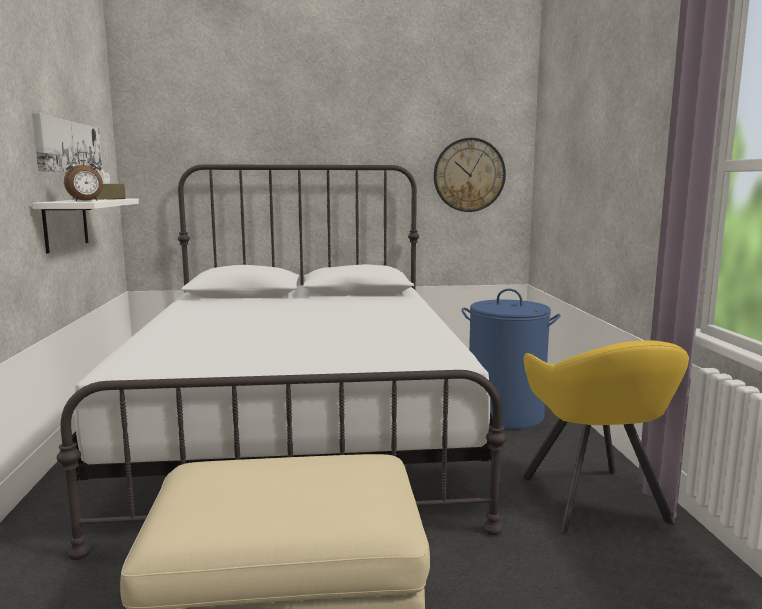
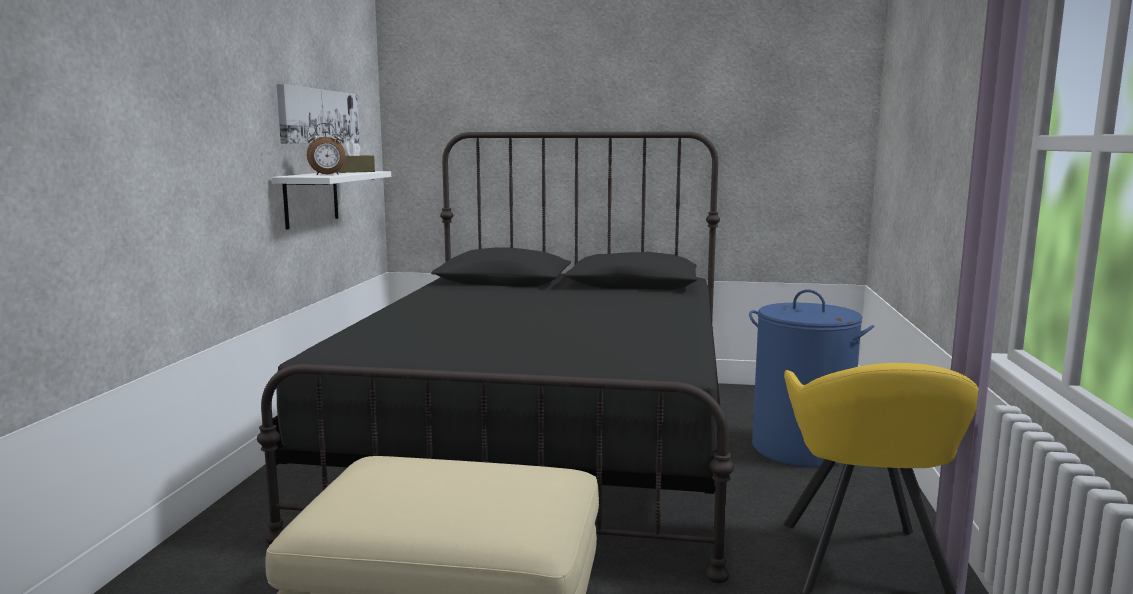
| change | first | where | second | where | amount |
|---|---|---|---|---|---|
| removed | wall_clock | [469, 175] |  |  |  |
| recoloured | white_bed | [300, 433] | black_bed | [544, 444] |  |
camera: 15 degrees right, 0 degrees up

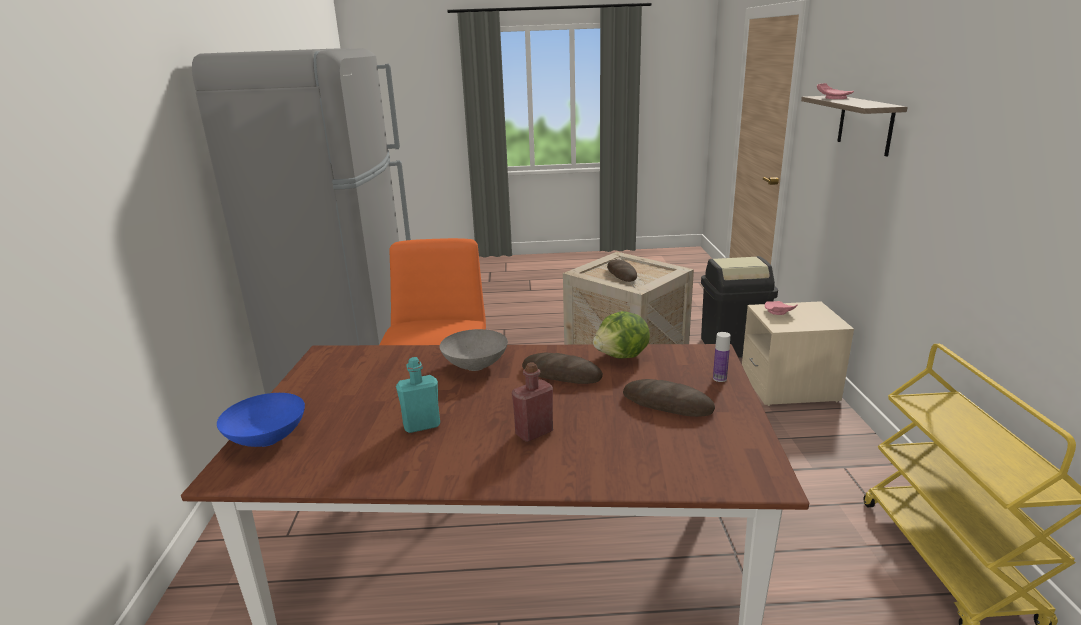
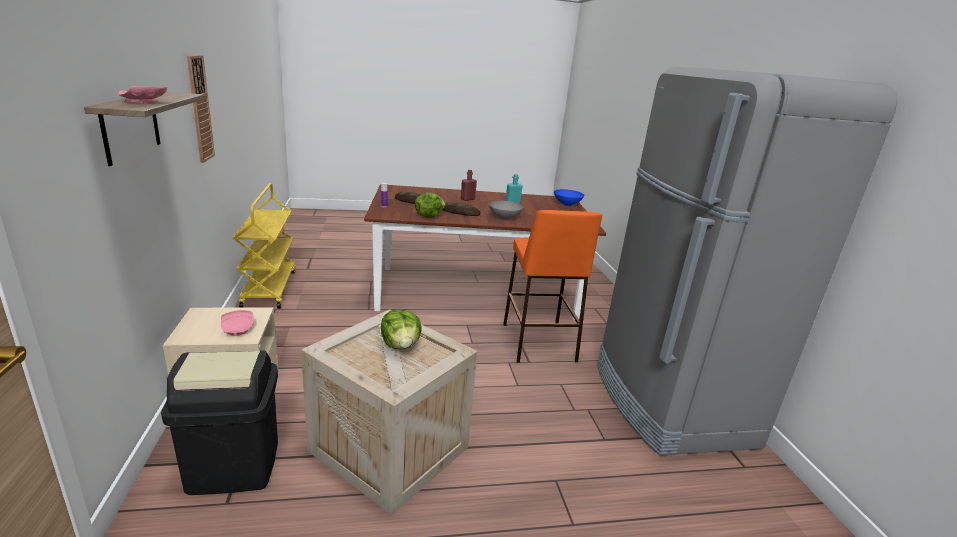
| change | first | where | second | where | amount |
|---|---|---|---|---|---|
| added |  |  | wall_clock | [200, 109] |  |
| replaced | bread | [621, 274] | lettuce | [401, 345] |  |
camera: 170 degrees right, 0 degrees up

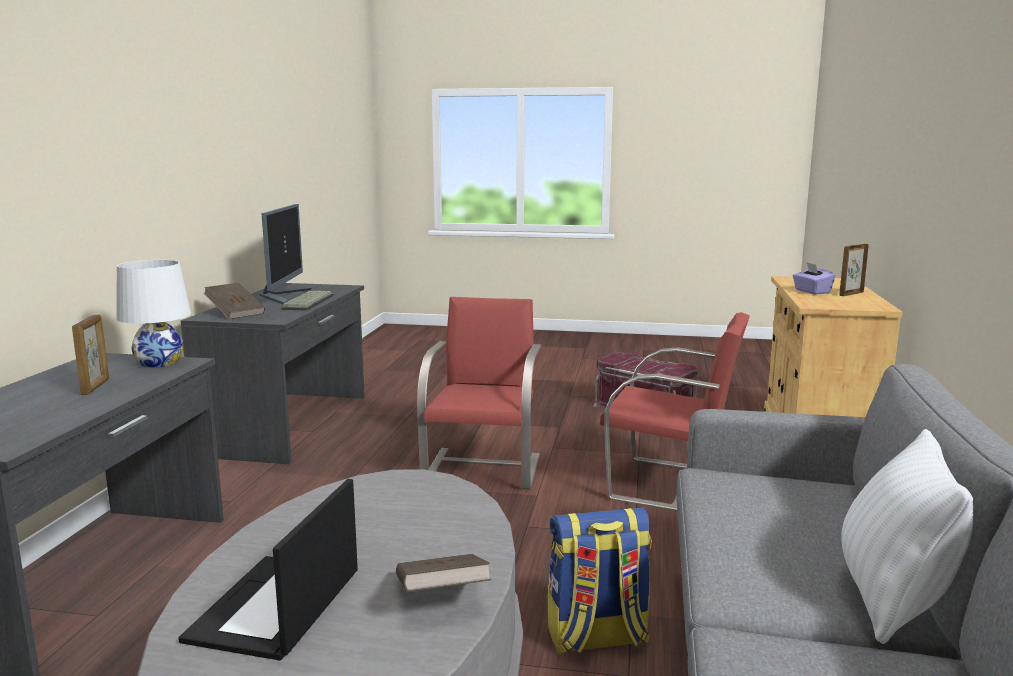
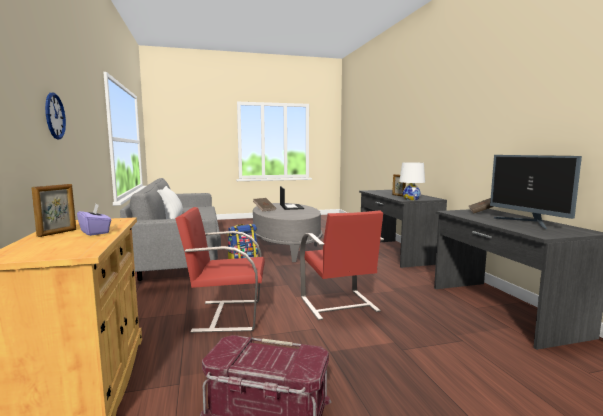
| change | first | where | second | where | amount |
|---|---|---|---|---|---|
| removed | keyboard | [307, 302] |  |  |  |
| added |  |  | wall_clock | [54, 116] |  |
camera: 155 degrees right, 5 degrees down

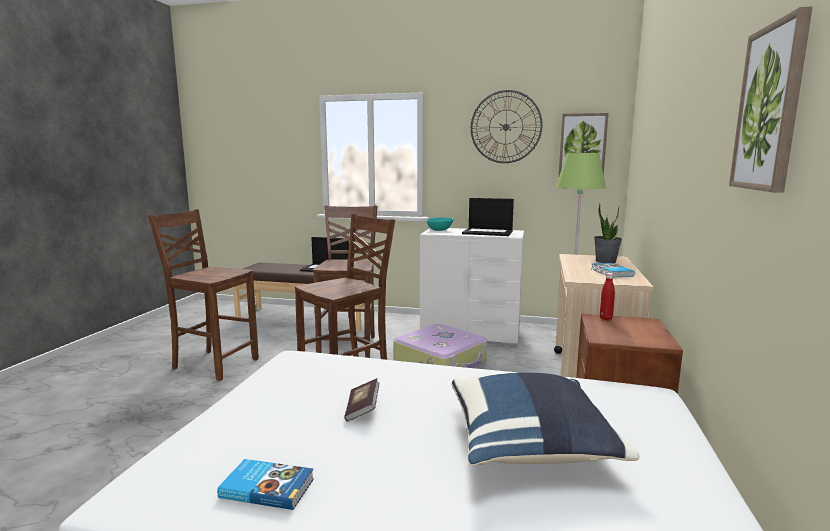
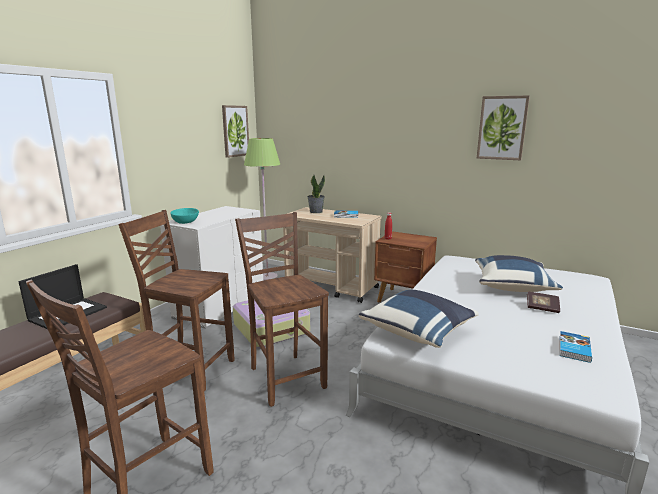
| change | first | where | second | where | amount |
|---|---|---|---|---|---|
| removed | laptop | [488, 232] |  |  |  |
| removed | wall_clock | [505, 127] |  |  |  |
| added |  |  | blue_pillow | [418, 332] |  |
| moved | book | [362, 409] |  | [542, 308] |  |
camera: 75 degrees left, 5 degrees up

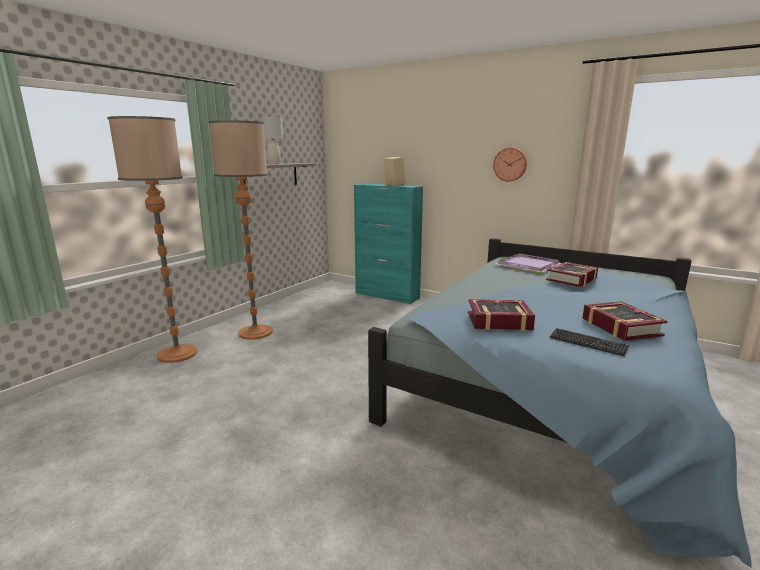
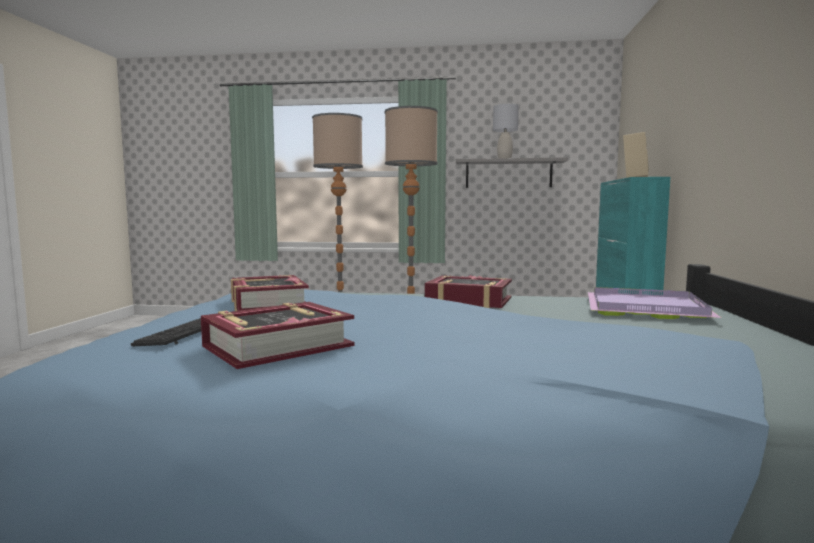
| change | first | where | second | where | amount |
|---|---|---|---|---|---|
| removed | wall_clock | [510, 164] |  |  |  |
| moved | book | [572, 279] |  | [468, 301] |  |
camera: 65 degrees right, 10 degrees down

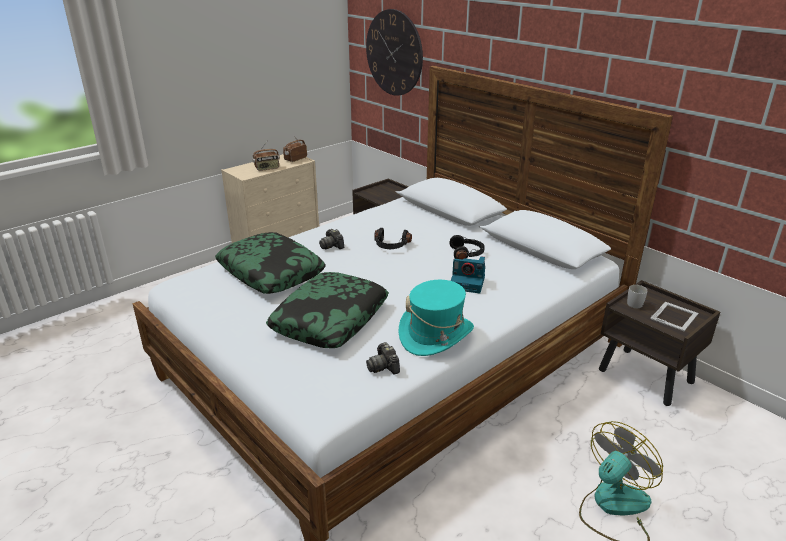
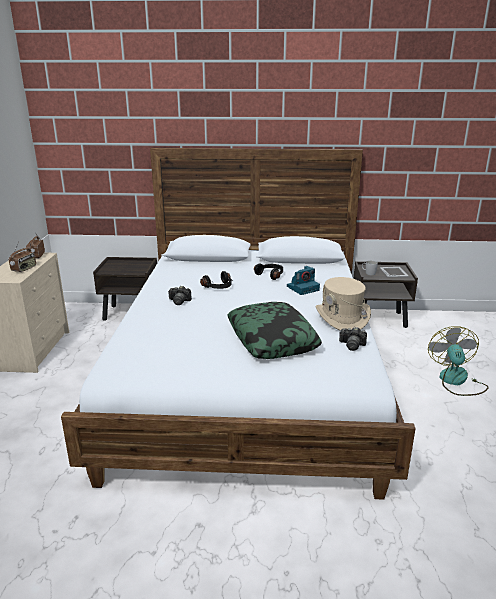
| change | first | where | second | where | amount |
|---|---|---|---|---|---|
| removed | pillow | [271, 272] |  |  |  |
| removed | wall_clock | [394, 53] |  |  |  |
| recoloured | turquoise_hat | [436, 335] | beige_hat | [342, 318] |  |
camera: 45 degrees left, 5 degrees down

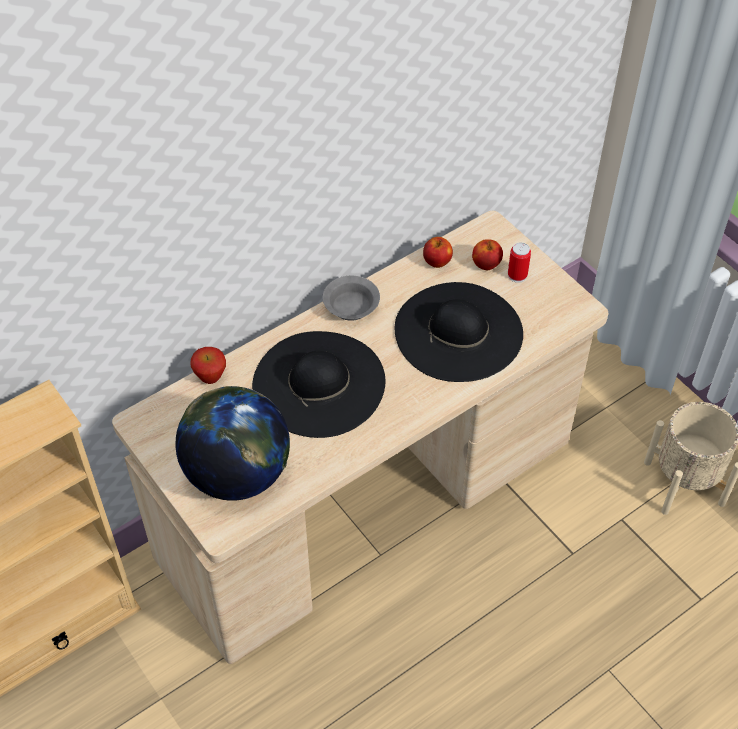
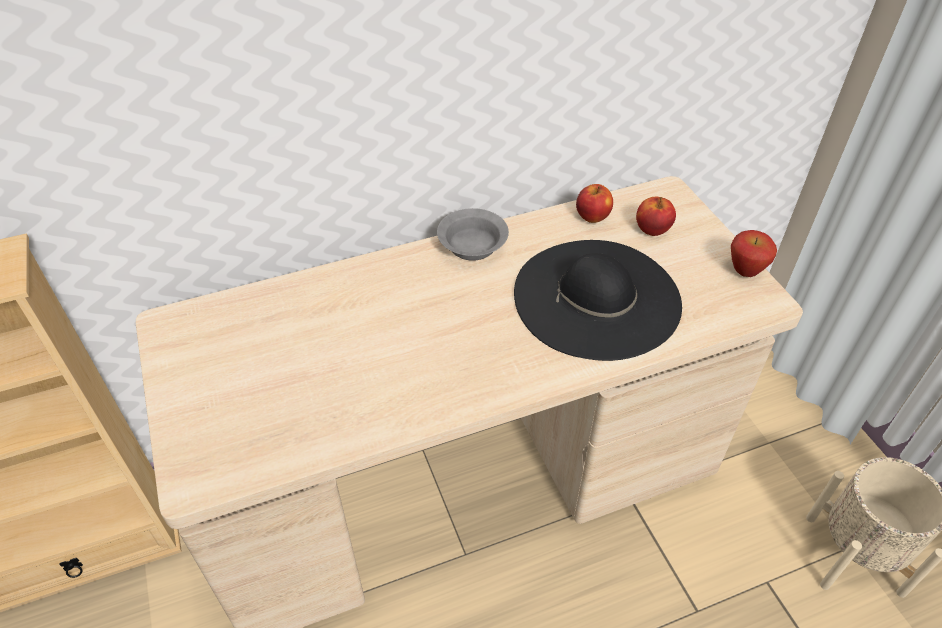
| change | first | where | second | where | amount |
|---|---|---|---|---|---|
| removed | globe | [238, 474] |  |  |  |
| removed | black_hat | [319, 383] |  |  |  |
| removed | can | [517, 275] |  |  |  |
| moved | apple | [211, 378] |  | [745, 272] |  |
camera: 15 degrees right, 5 degrees down

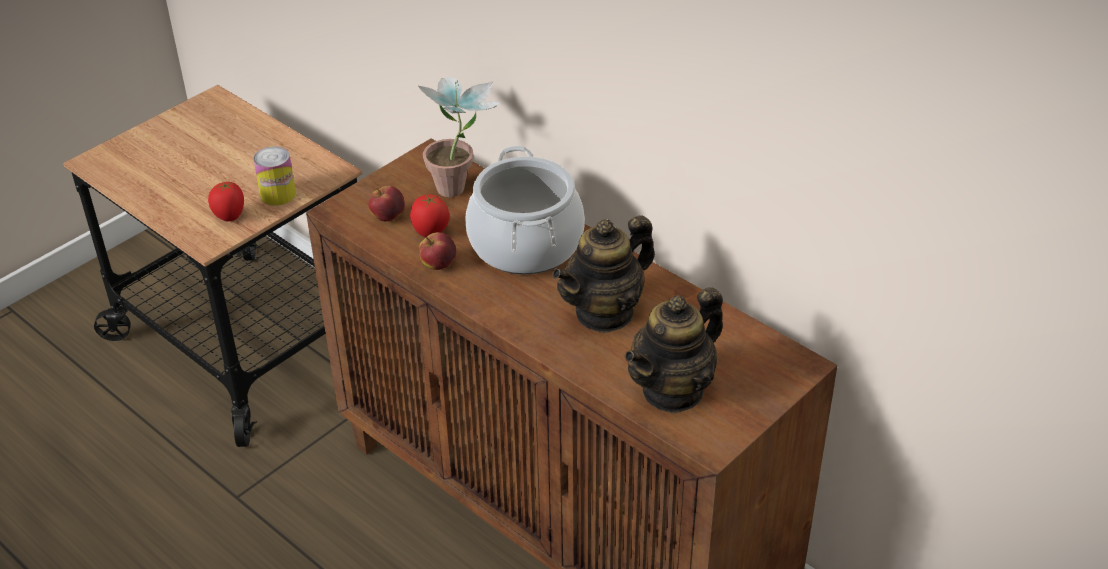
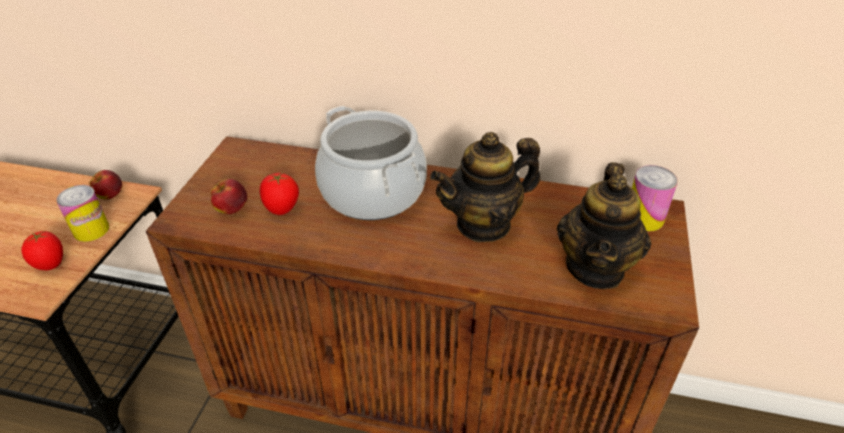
| change | first | where | second | where | amount |
|---|---|---|---|---|---|
| removed | potted_plant | [461, 188] |  |  |  |
| added |  |  | can | [643, 218] |  |
| moved | apple | [438, 265] |  | [110, 195] |  |
| turned | teapot | [605, 312] |  | [484, 224] | 45 degrees clockwise |
camera: 30 degrees left, 0 degrees up

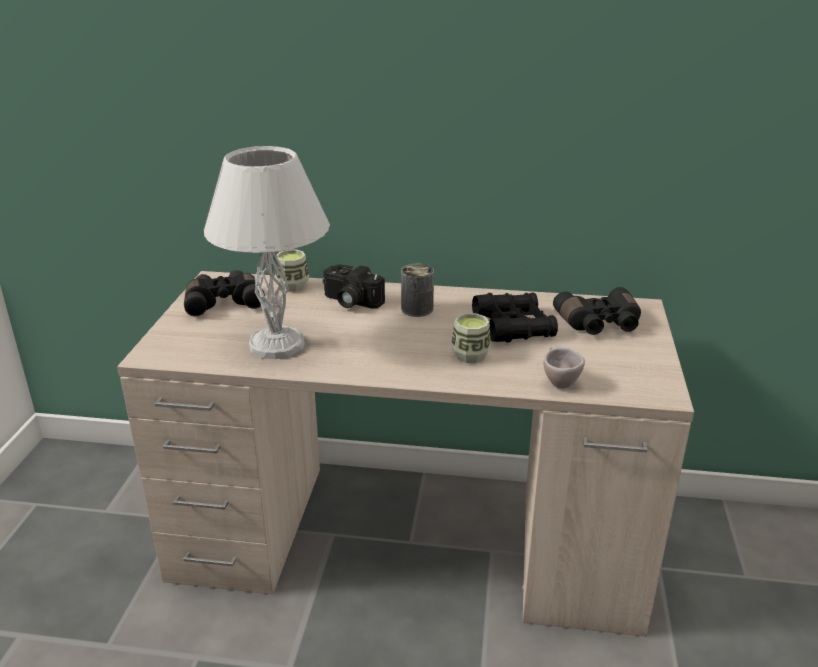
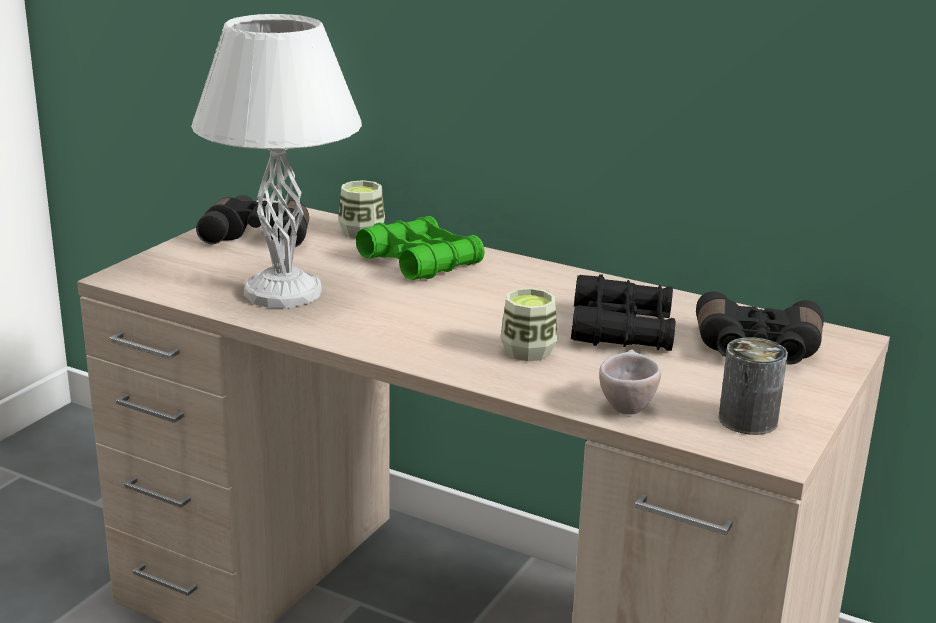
| change | first | where | second | where | amount |
|---|---|---|---|---|---|
| moved | can | [417, 309] |  | [748, 420] |  |
| replaced | photo_camera | [350, 301] | green_binoculars | [420, 262] |  |
camera: 20 degrees right, 5 degrees down

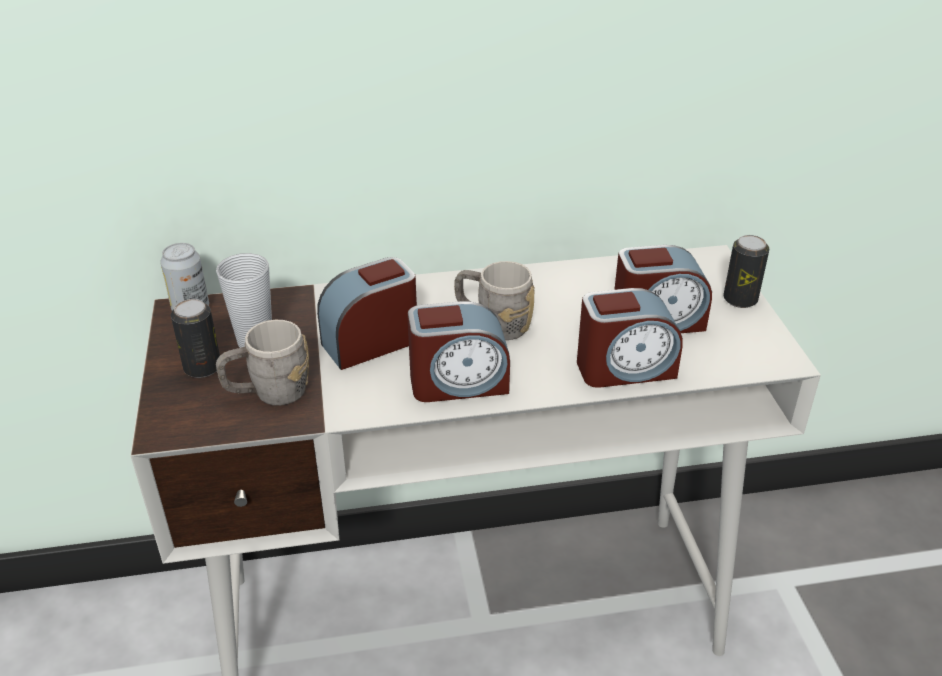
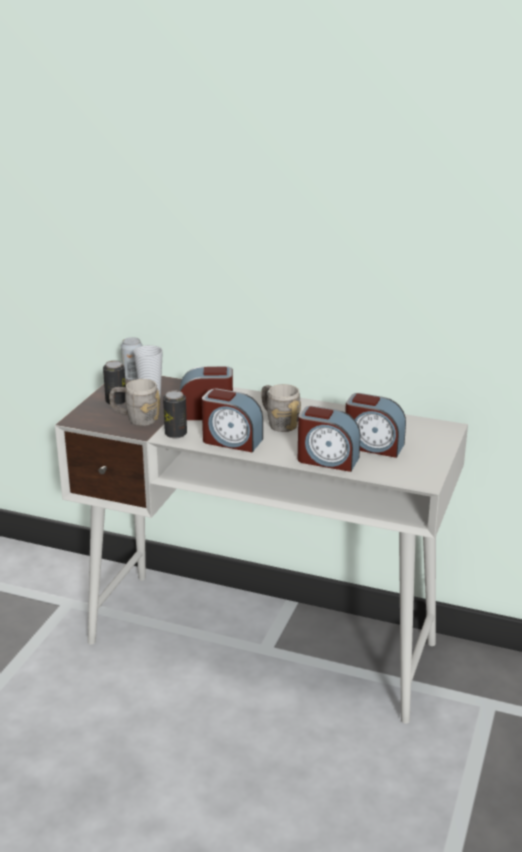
| change | first | where | second | where | amount |
|---|---|---|---|---|---|
| moved | can | [740, 299] |  | [176, 434] |  |
camera: 30 degrees right, 10 degrees down

